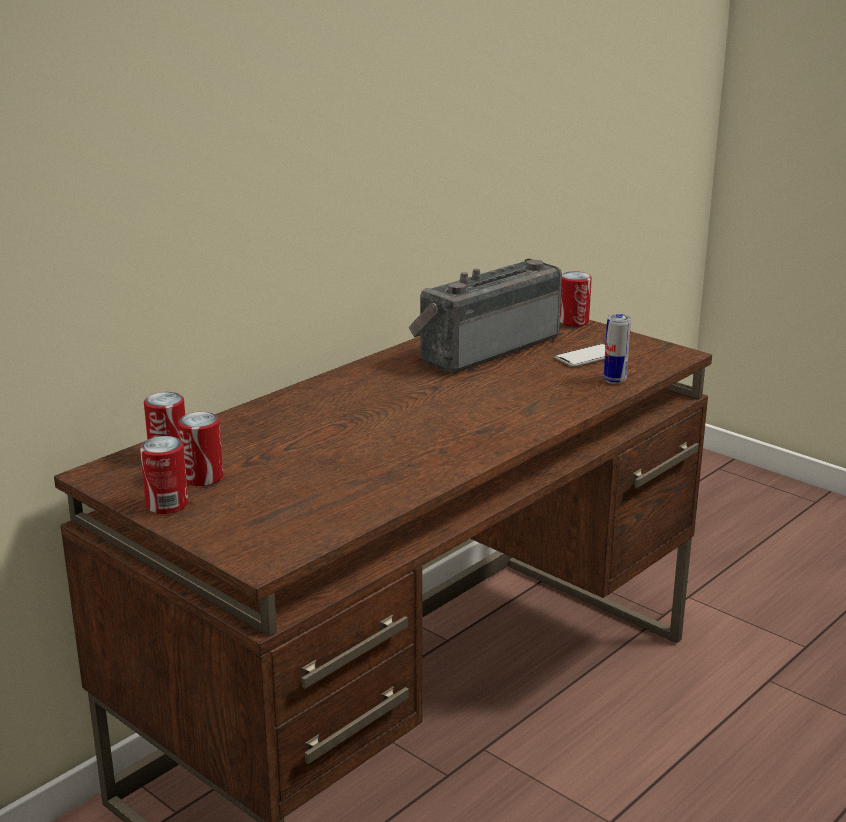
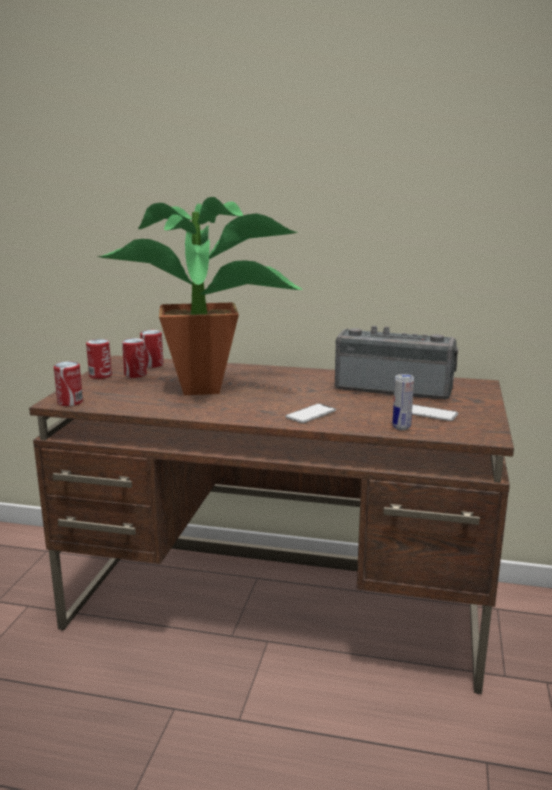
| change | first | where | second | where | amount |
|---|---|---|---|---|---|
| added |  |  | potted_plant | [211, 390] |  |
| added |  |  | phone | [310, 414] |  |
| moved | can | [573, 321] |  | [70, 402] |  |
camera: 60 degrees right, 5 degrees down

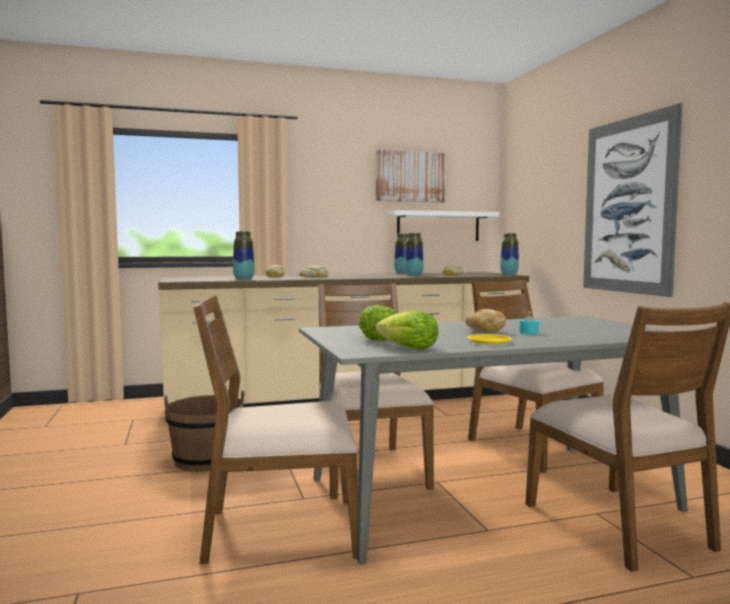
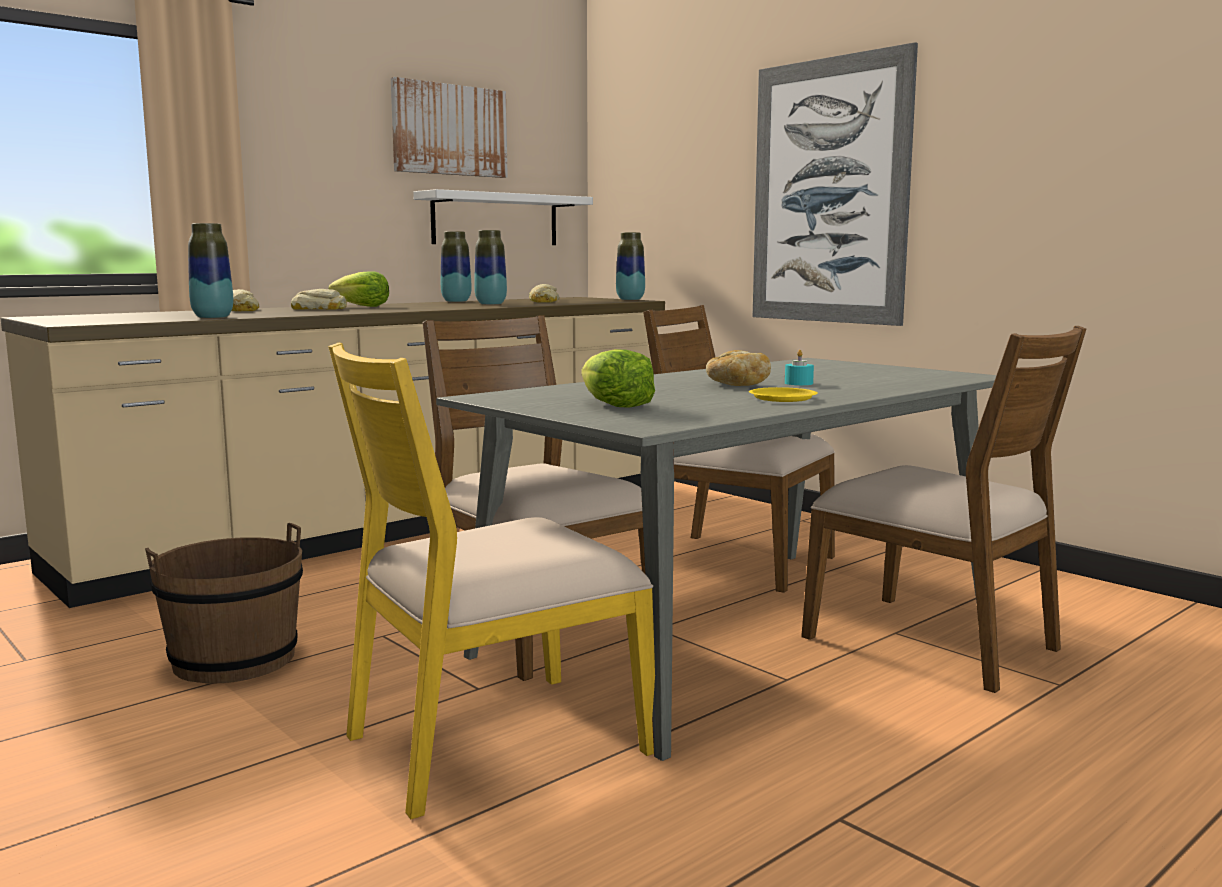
| change | first | where | second | where | amount |
|---|---|---|---|---|---|
| moved | lettuce | [409, 348] |  | [362, 306] |  |
| recoloured | brown_chair | [281, 530] | yellow_chair | [494, 742] |  |
camera: 25 degrees left, 5 degrees up

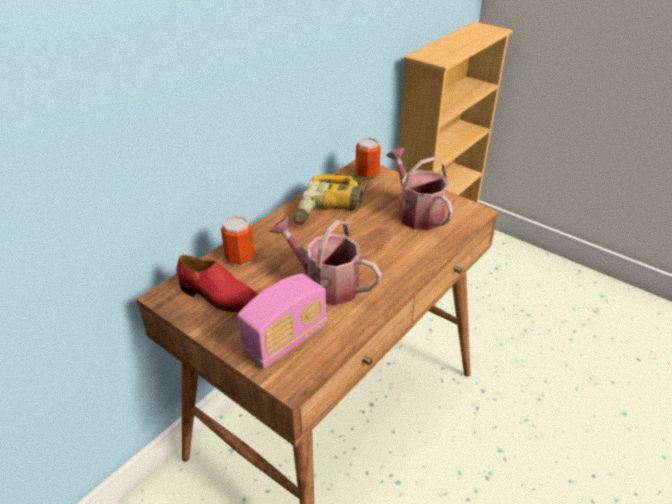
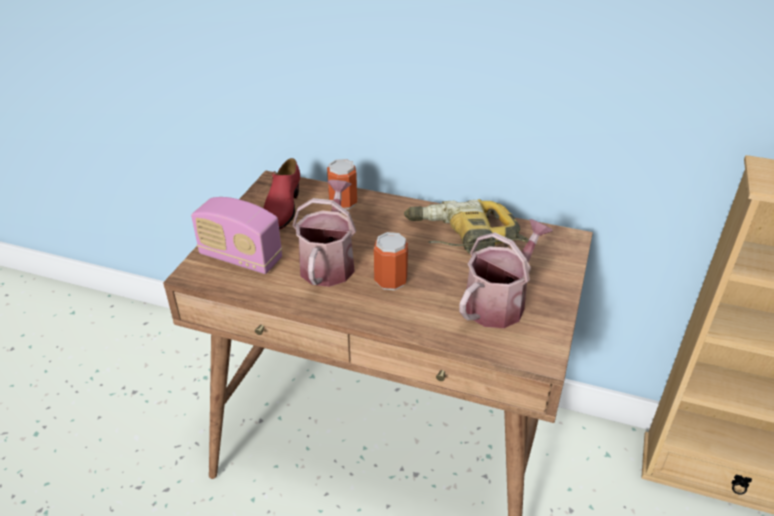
| change | first | where | second | where | amount |
|---|---|---|---|---|---|
| moved | can | [367, 174] |  | [390, 280] |  |
camera: 70 degrees right, 0 degrees up

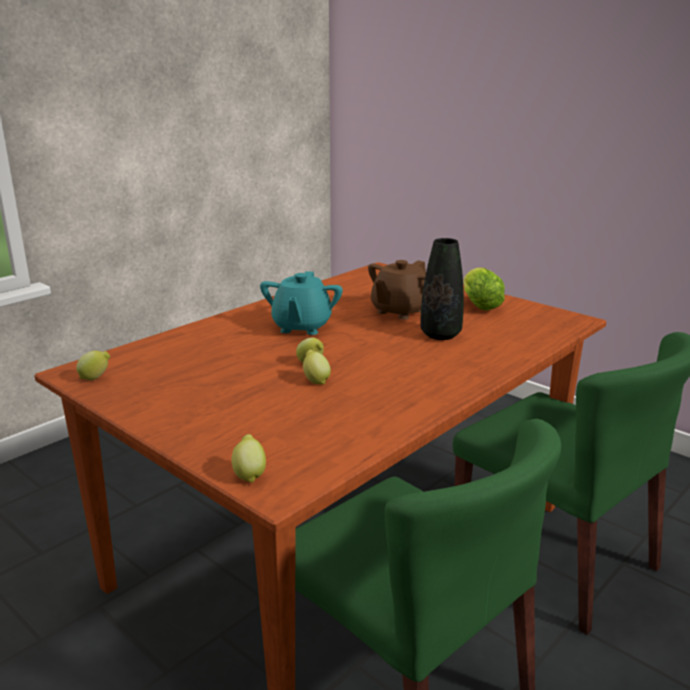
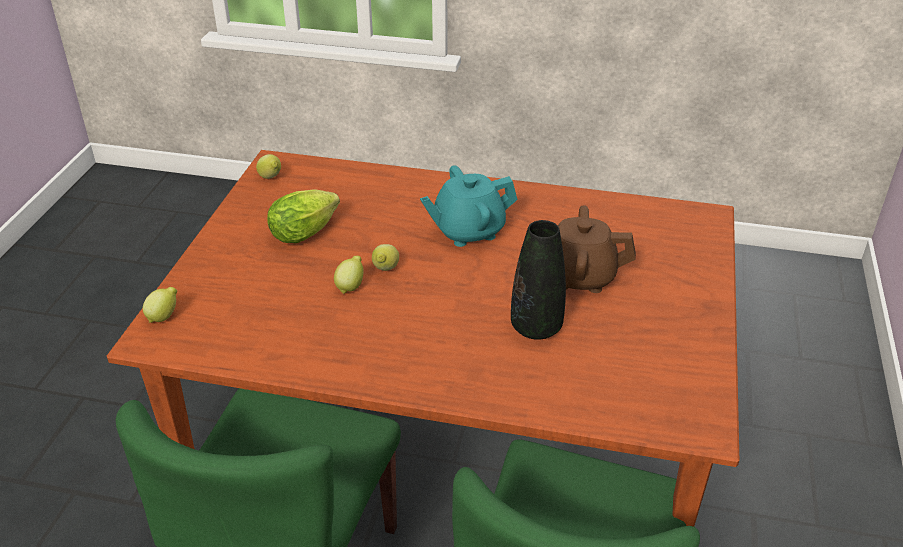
| change | first | where | second | where | amount |
|---|---|---|---|---|---|
| moved | lettuce | [478, 304] |  | [307, 232] |  |
camera: 60 degrees right, 15 degrees up

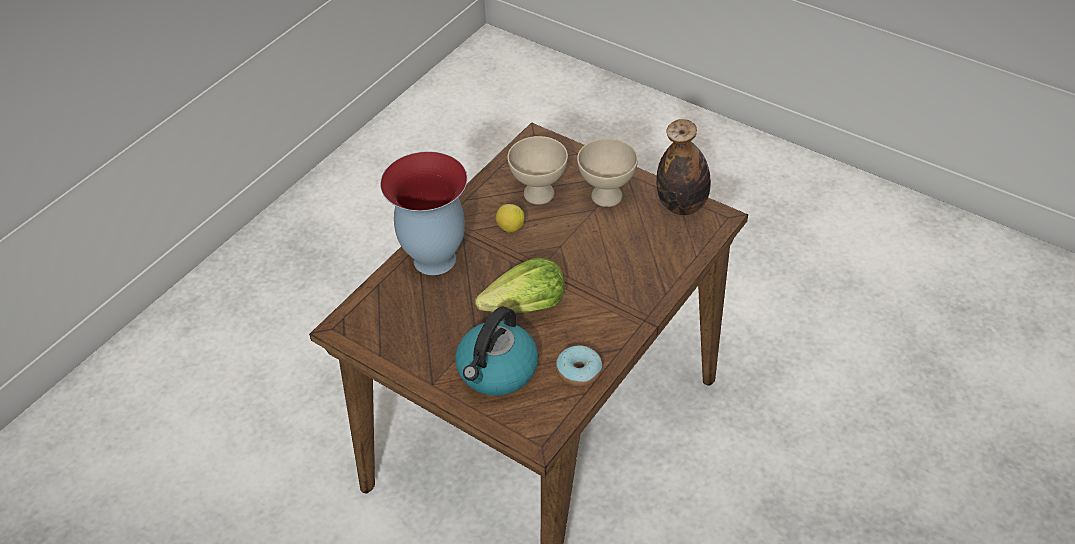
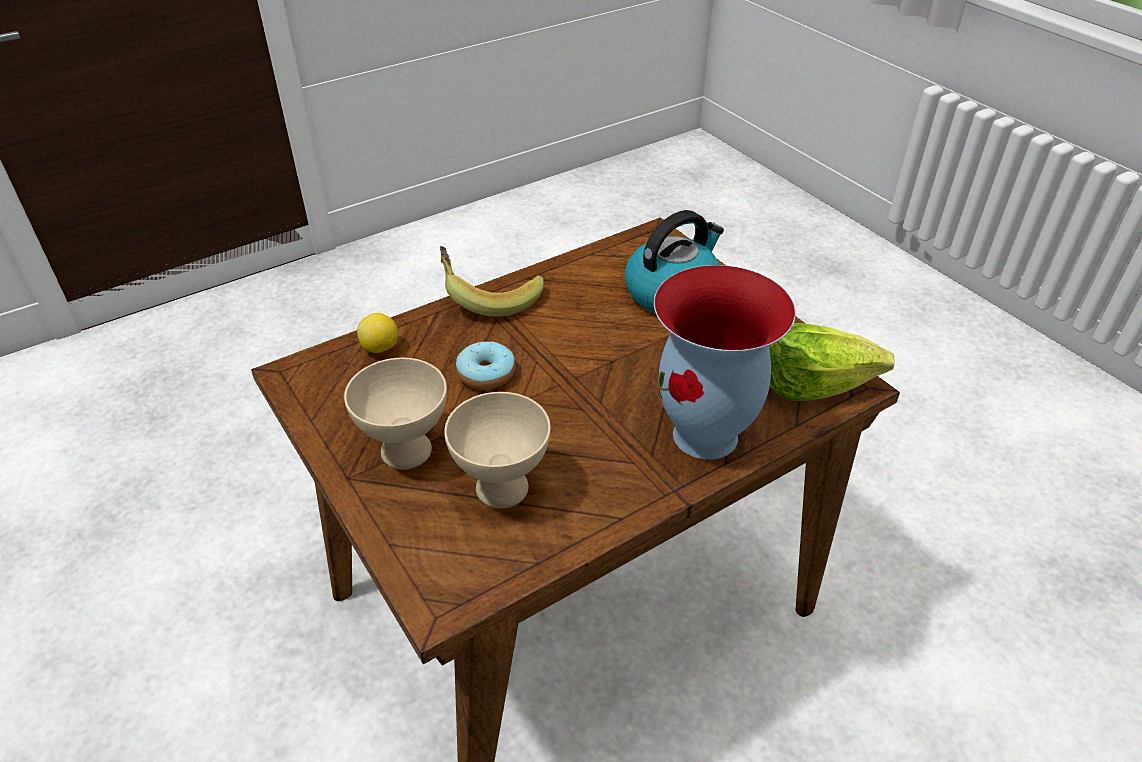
| change | first | where | second | where | amount |
|---|---|---|---|---|---|
| removed | bottle | [682, 205] |  |  |  |
| added |  |  | banana | [489, 297] |  |
| moved | lettuce | [526, 307] |  | [814, 385] |  |
| moved | lemon | [510, 228] |  | [380, 348] |  |
| moved | donut | [579, 371] |  | [486, 374] |  |
camera: 160 degrees left, 5 degrees down

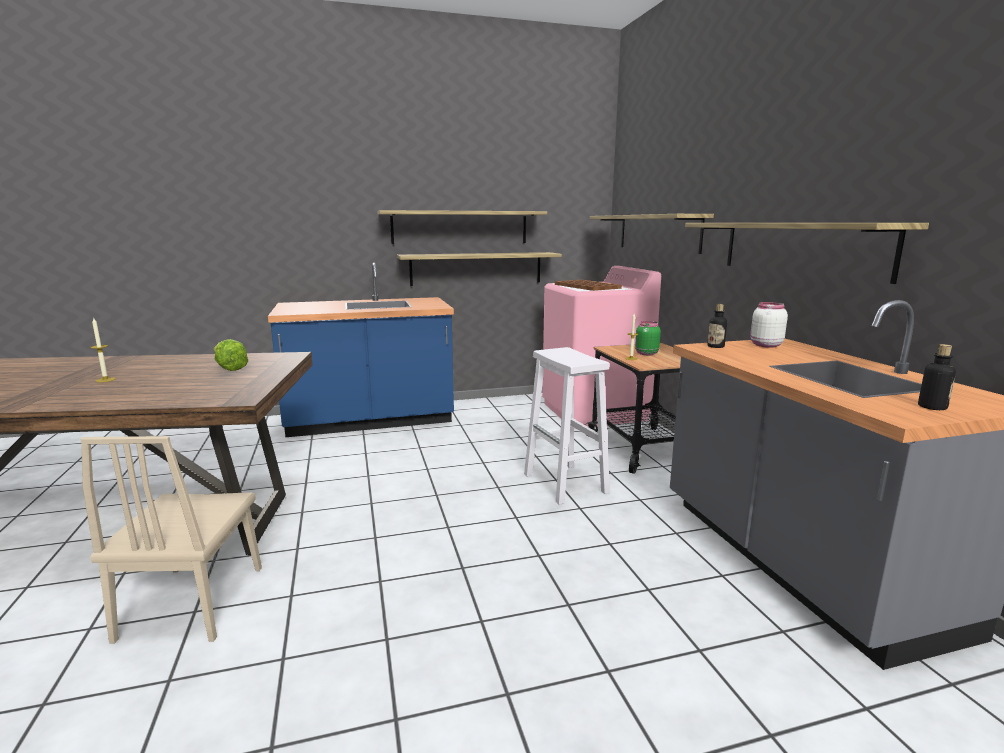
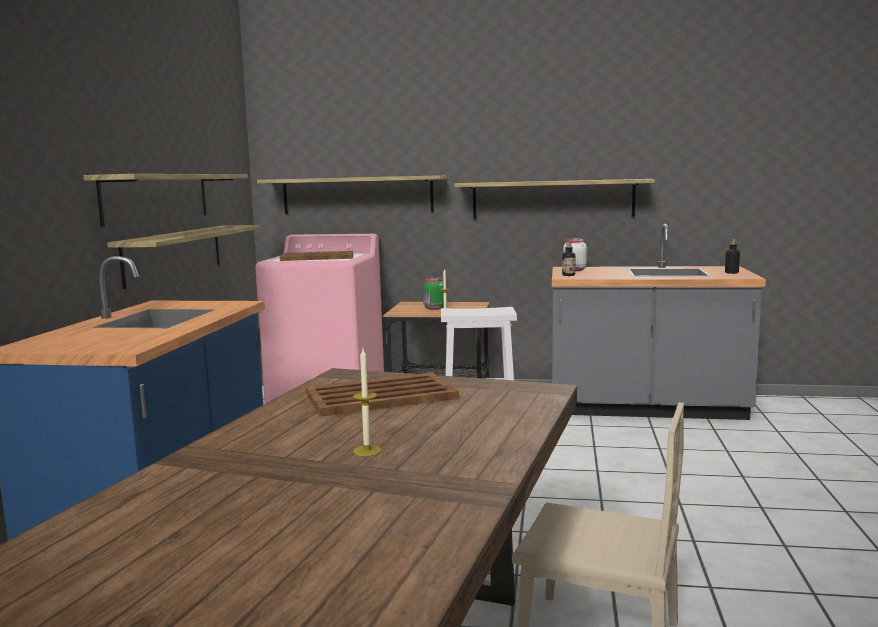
| change | first | where | second | where | amount |
|---|---|---|---|---|---|
| replaced | lettuce | [229, 368] | brown_tray | [382, 396] |  |
camera: 65 degrees left, 5 degrees down

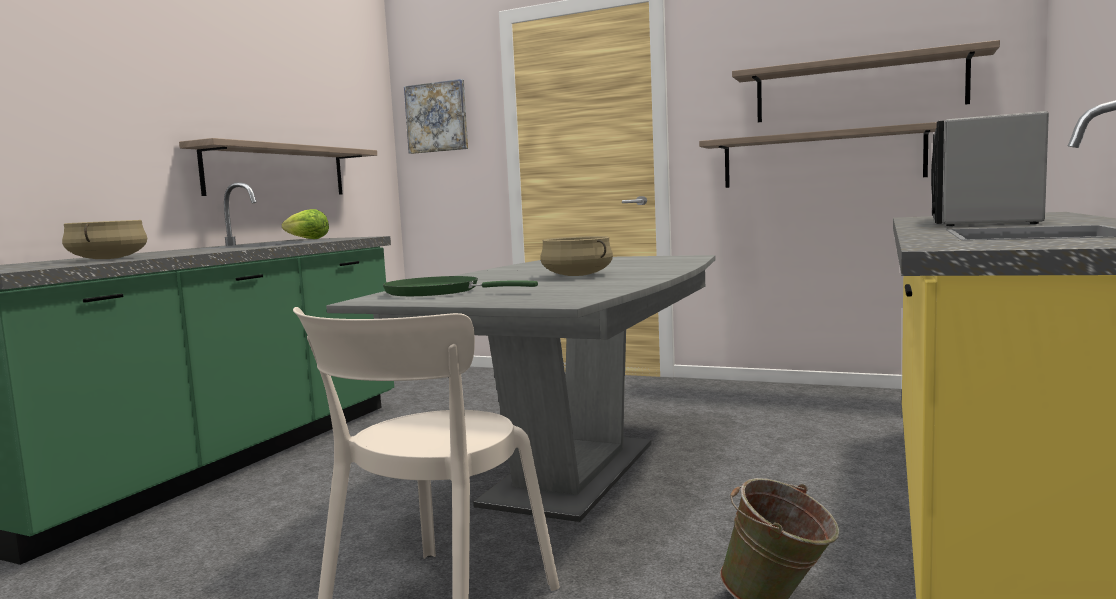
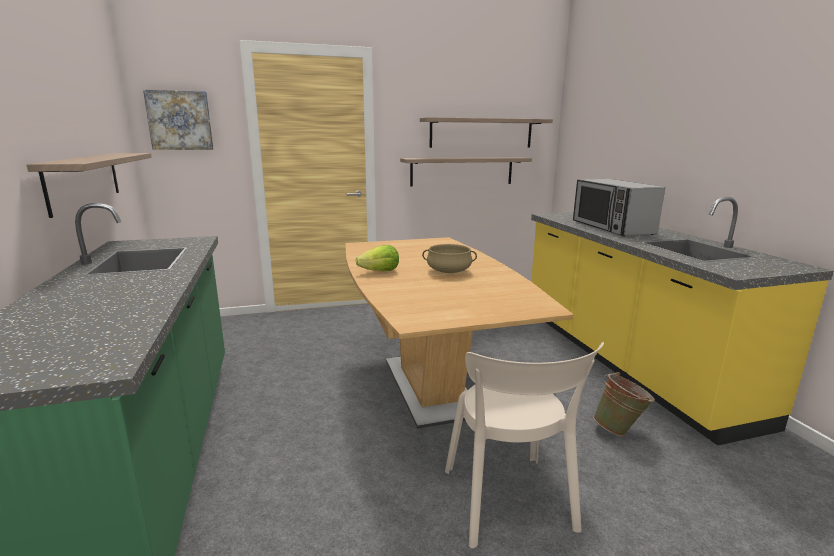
| change | first | where | second | where | amount |
|---|---|---|---|---|---|
| removed | beige_cooking_pot | [107, 259] |  |  |  |
| removed | green_frying_pan | [439, 292] |  |  |  |
| moved | lettuce | [308, 239] |  | [380, 272] |  |
| recoloured | grey_dining_table | [571, 473] | brown_dining_table | [430, 386] |  |
camera: 40 degrees left, 10 degrees up

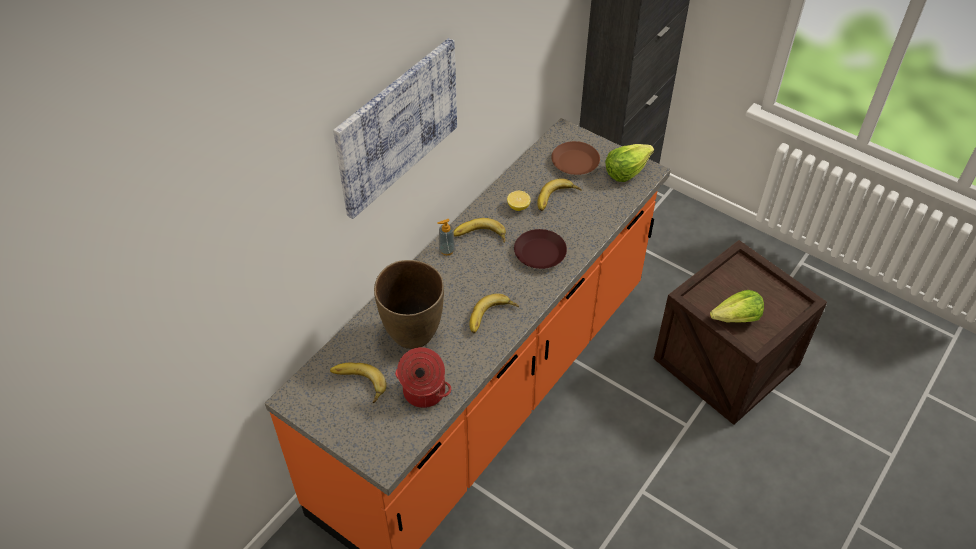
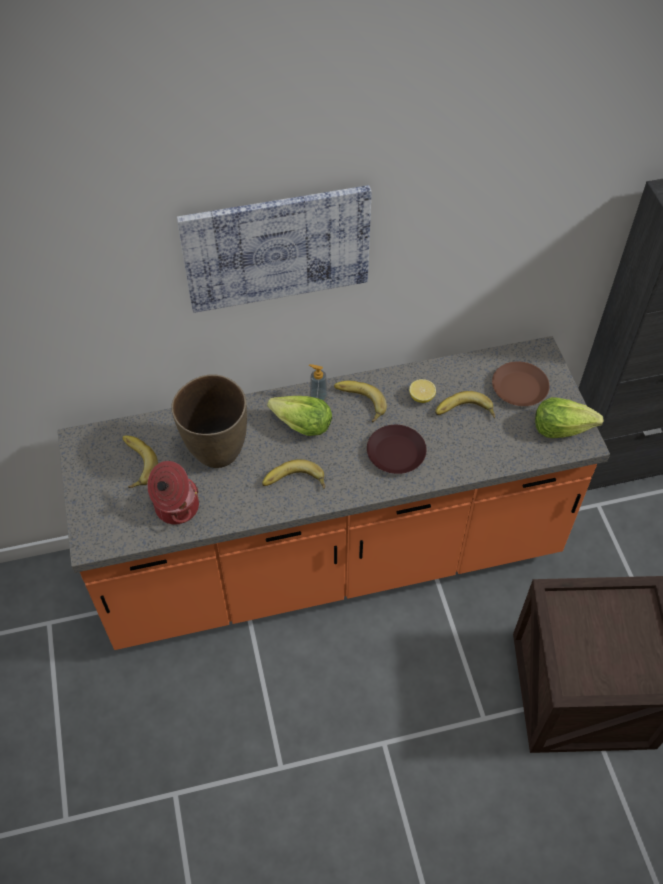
| change | first | where | second | where | amount |
|---|---|---|---|---|---|
| moved | lettuce | [736, 318] |  | [301, 425] |  |
camera: 40 degrees right, 5 degrees up

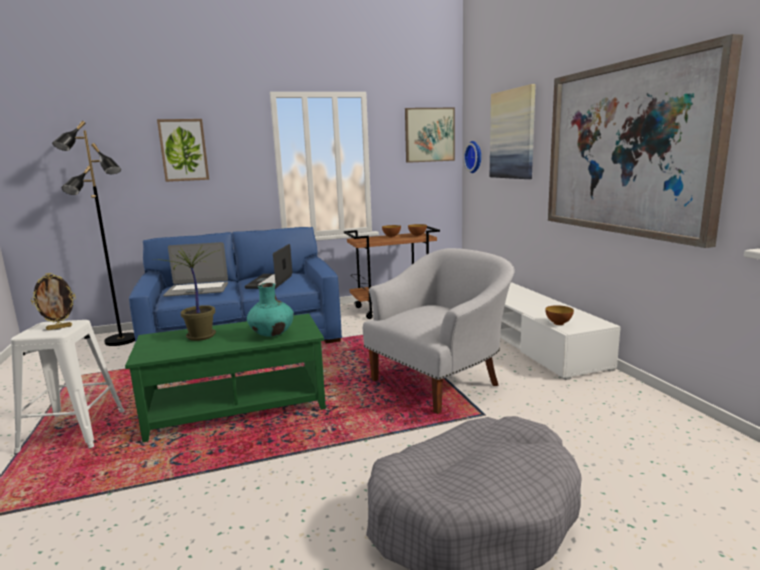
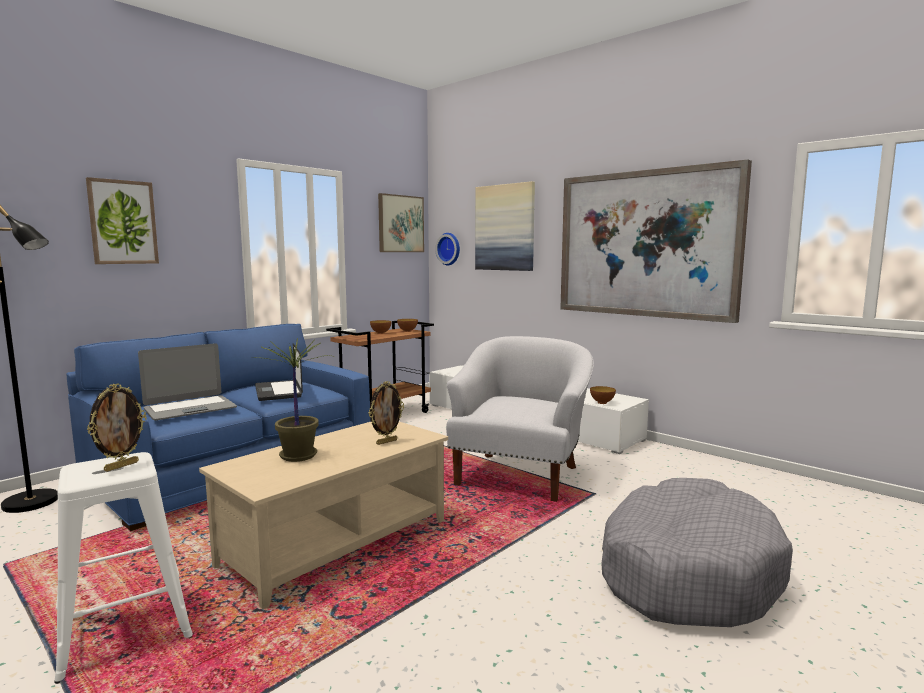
| change | first | where | second | where | amount |
|---|---|---|---|---|---|
| replaced | turquoise_vase | [272, 334] | picture_frame | [386, 442] |  |
| recoloured | green_coffee_table | [237, 407] | beige_coffee_table | [336, 542] |  |
camera: 30 degrees left, 5 degrees down

